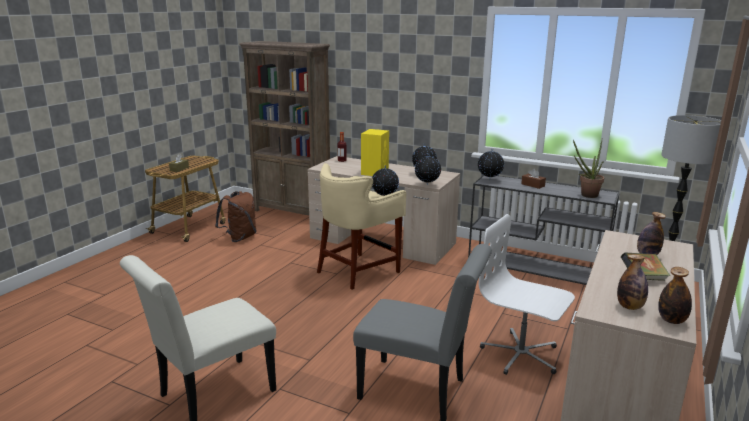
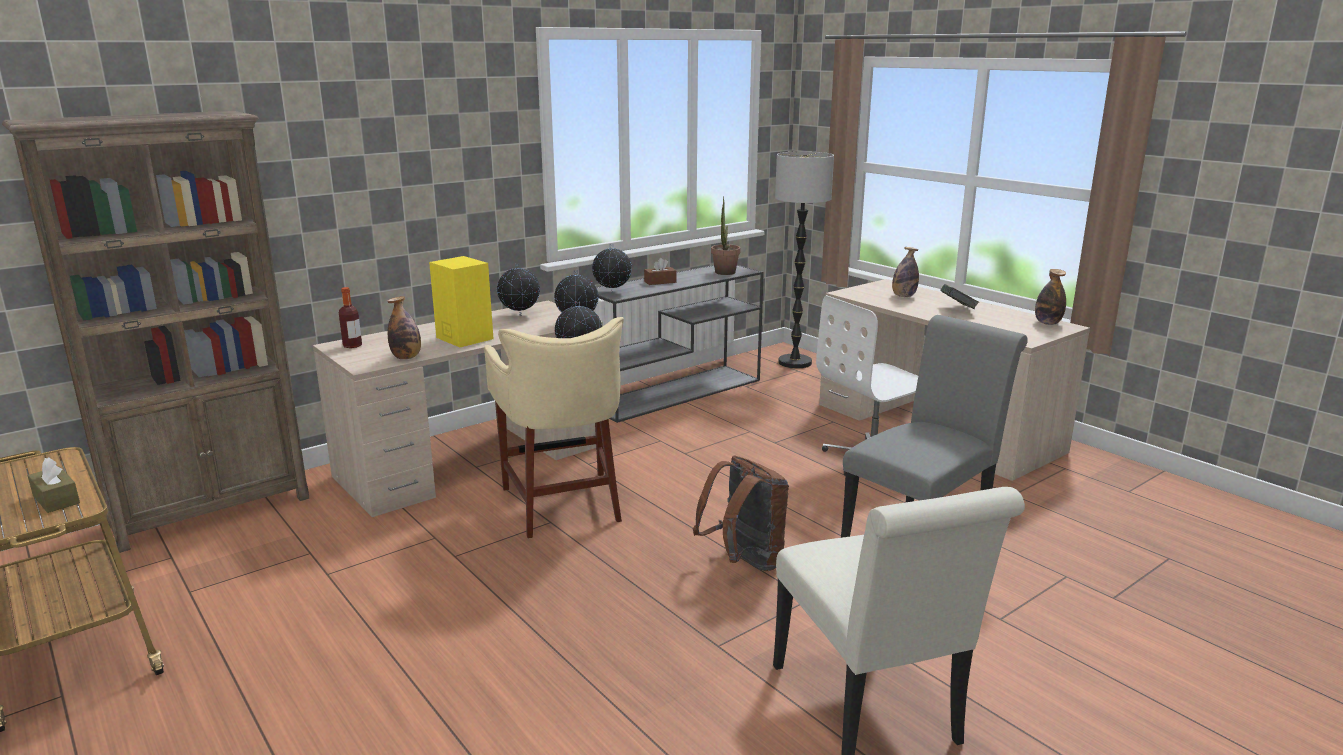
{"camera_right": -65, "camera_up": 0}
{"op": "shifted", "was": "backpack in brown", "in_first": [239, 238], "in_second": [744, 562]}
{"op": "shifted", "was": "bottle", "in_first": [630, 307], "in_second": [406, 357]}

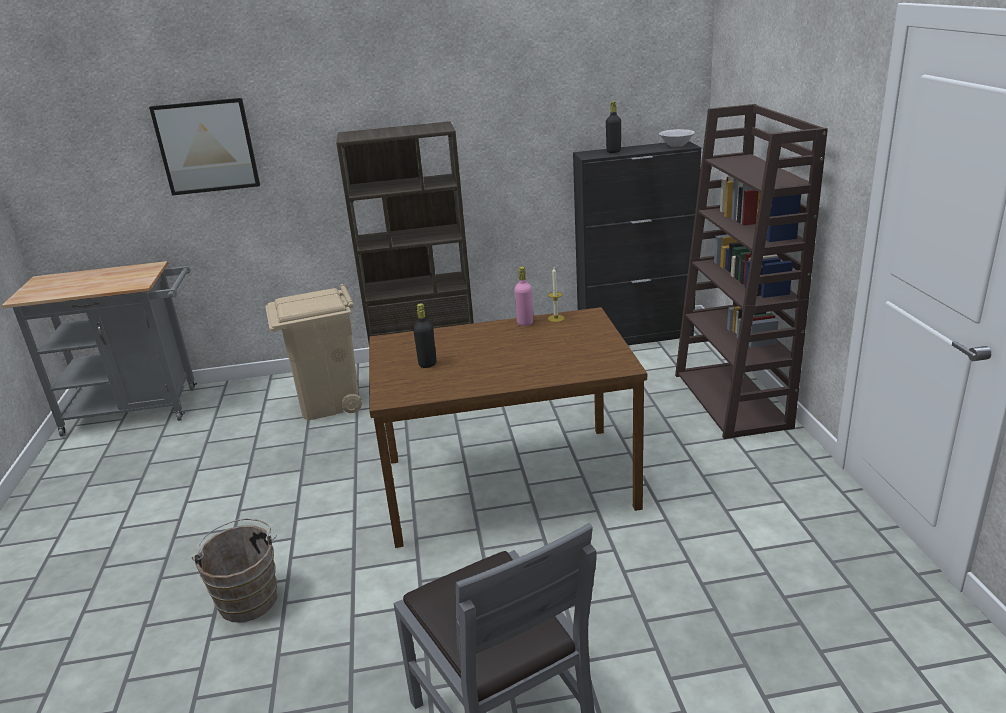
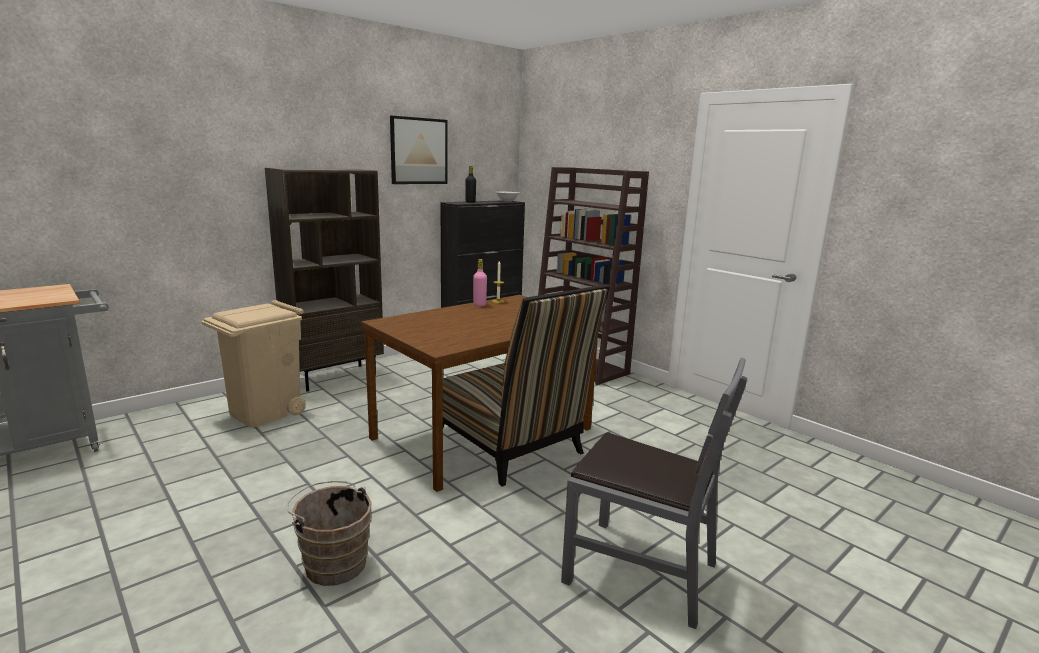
{"camera_right": -35, "camera_up": -10}
{"op": "gone", "was": "bottle in black", "in_first": [427, 364]}
{"op": "new", "now": "chair", "in_second": [512, 448]}
{"op": "shifted", "was": "picture", "in_first": [206, 146], "in_second": [419, 151]}

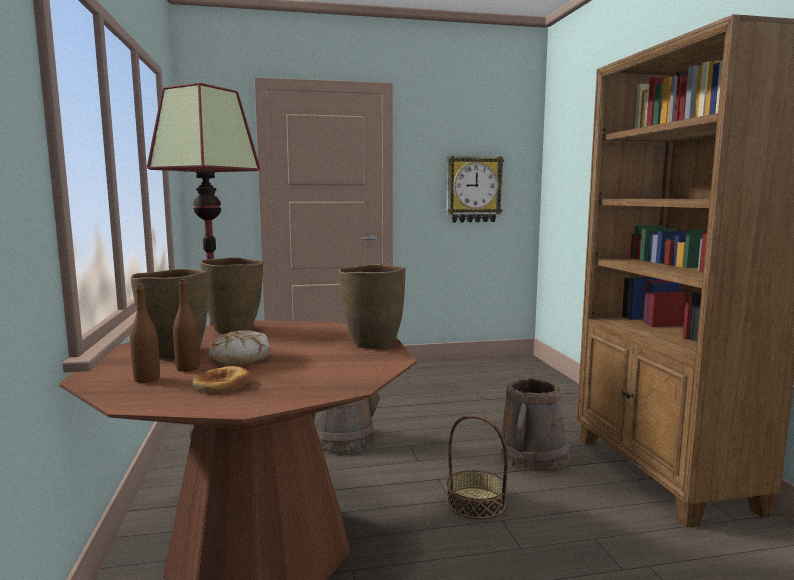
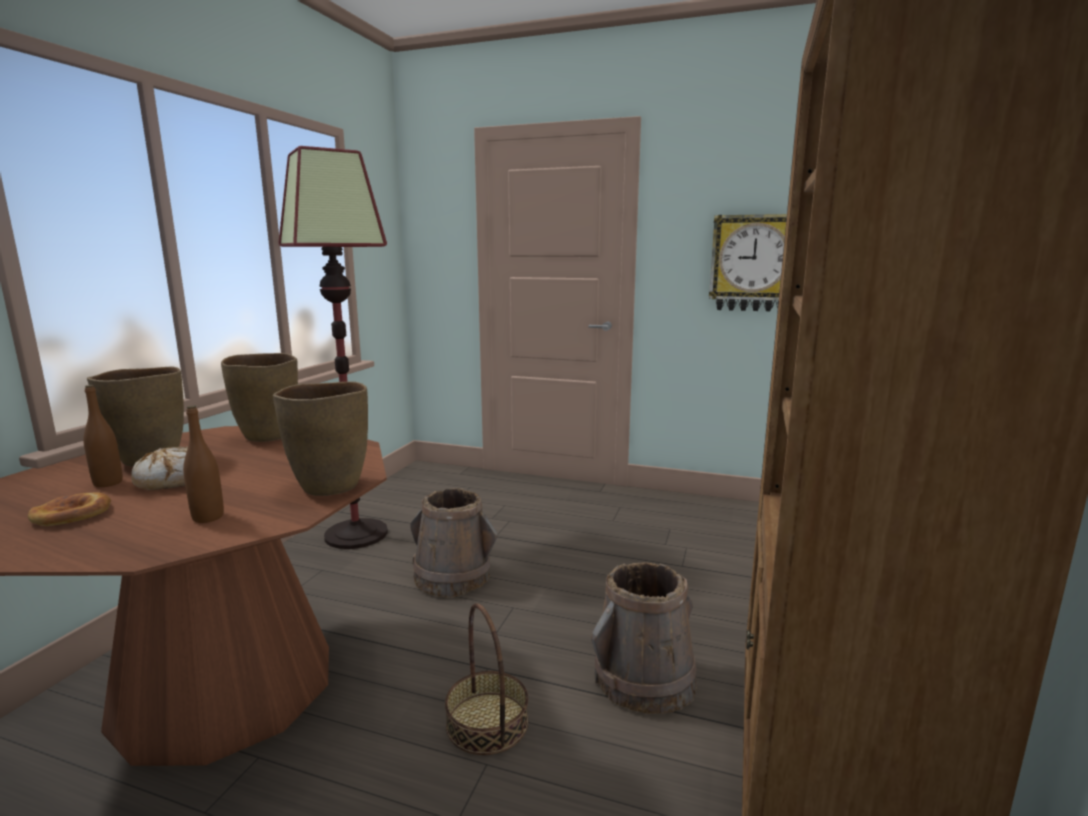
{"camera_right": 30, "camera_up": 5}
{"op": "shifted", "was": "bottle in brown", "in_first": [147, 379], "in_second": [208, 517]}

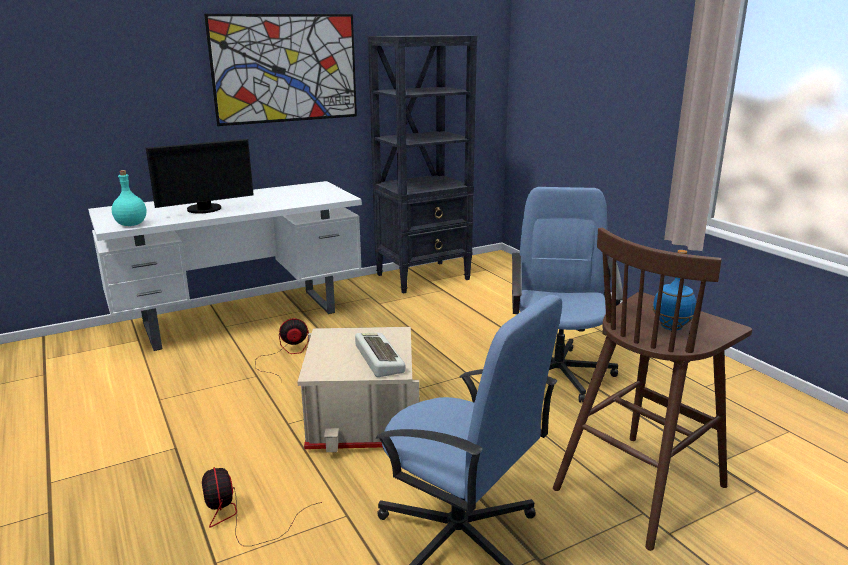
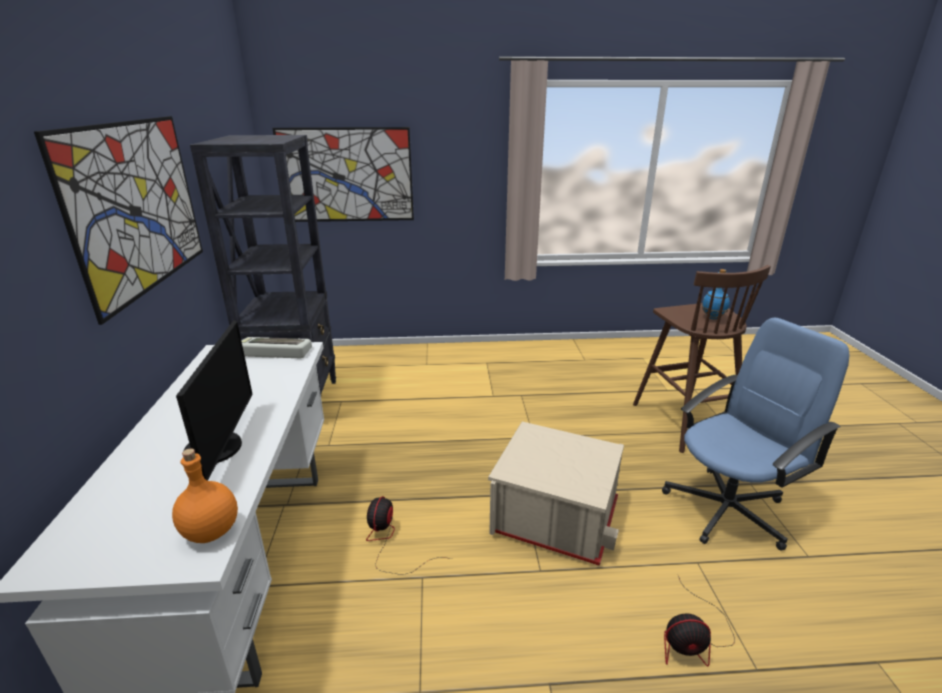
{"camera_right": -65, "camera_up": 5}
{"op": "gone", "was": "office chair in blue", "in_first": [558, 372]}
{"op": "new", "now": "picture", "in_second": [346, 175]}
{"op": "shifted", "was": "keyboard", "in_first": [377, 359], "in_second": [273, 352]}
{"op": "repainted", "was": "bottle in turquoise", "now": "bottle in orange", "in_first": [132, 224], "in_second": [211, 531]}

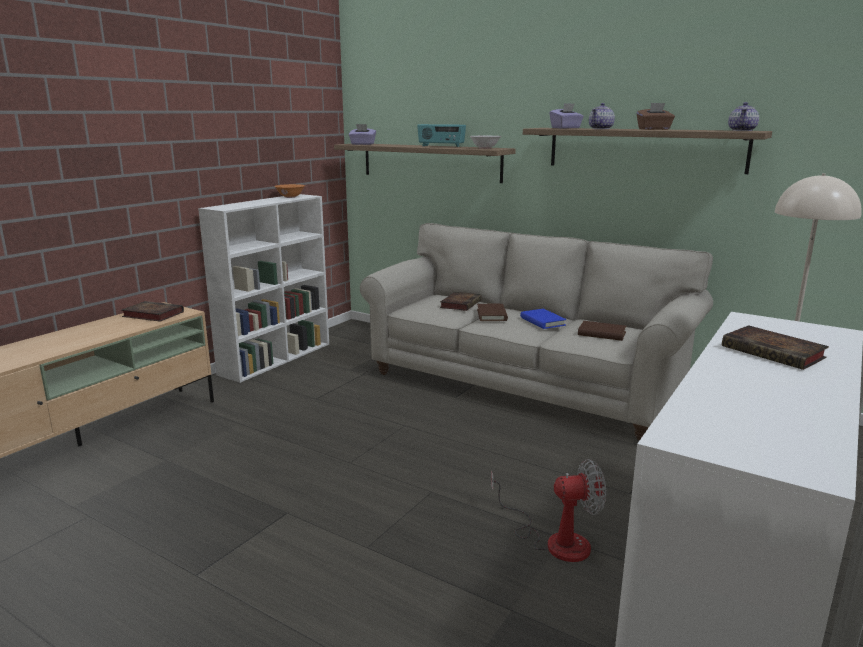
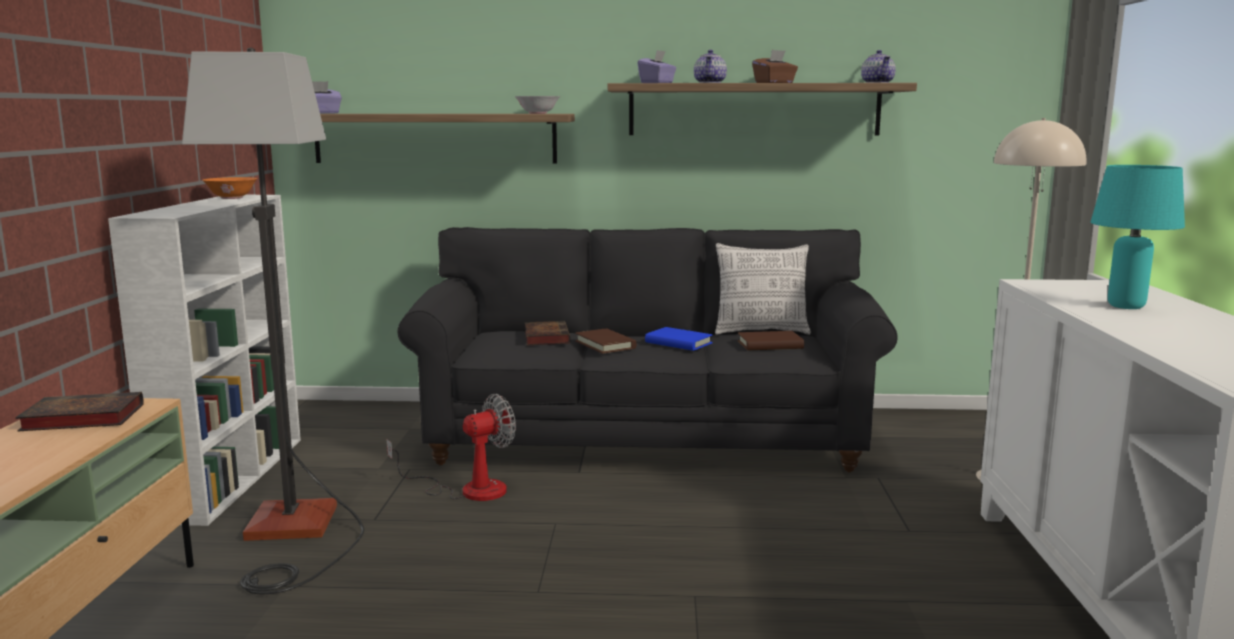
{"camera_right": -30, "camera_up": -5}
{"op": "gone", "was": "radio", "in_first": [441, 146]}
{"op": "new", "now": "floor lamp", "in_second": [294, 534]}
{"op": "new", "now": "pillow", "in_second": [761, 331]}
{"op": "shifted", "was": "fan", "in_first": [555, 540], "in_second": [468, 489]}
{"op": "swapped", "was": "book", "now": "table lamp in turquoise", "in_first": [775, 353], "in_second": [1126, 306]}
{"op": "repainted", "was": "sofa in beige", "now": "sofa in black", "in_first": [524, 383], "in_second": [645, 437]}

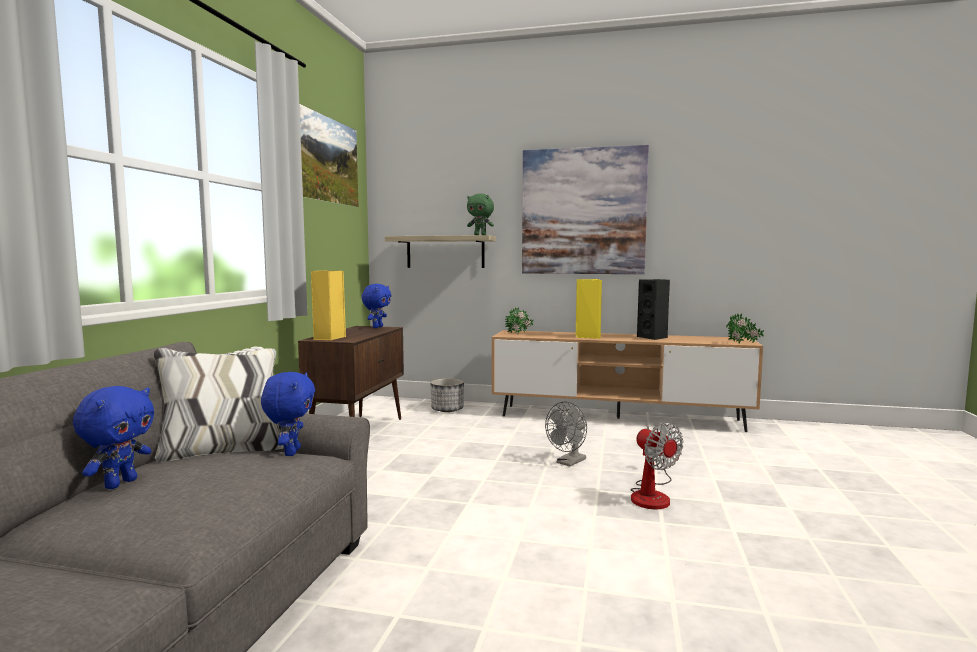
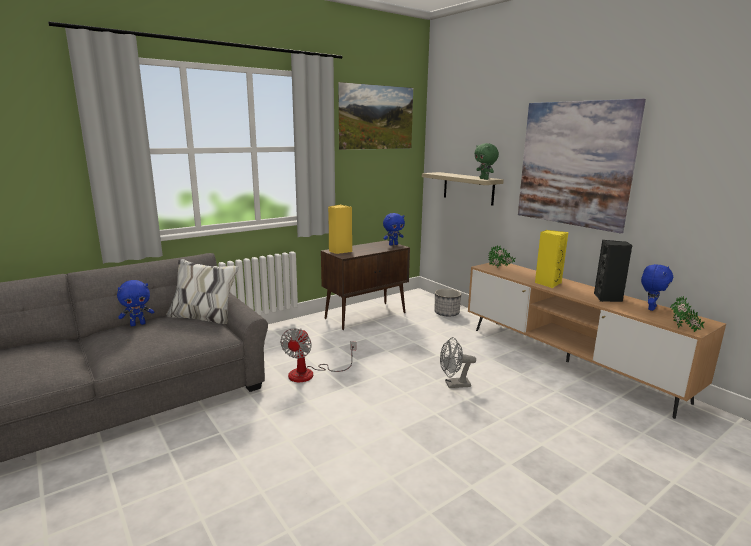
{"camera_right": 40, "camera_up": 10}
{"op": "shifted", "was": "plush toy in blue", "in_first": [290, 452], "in_second": [650, 308]}
{"op": "shifted", "was": "fan", "in_first": [652, 495], "in_second": [310, 374]}

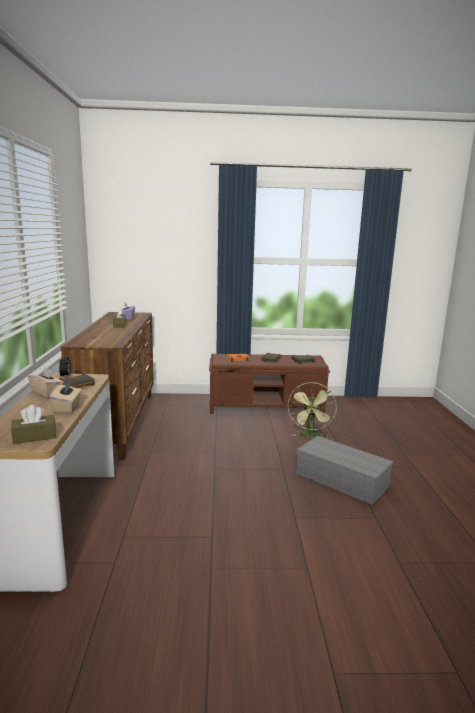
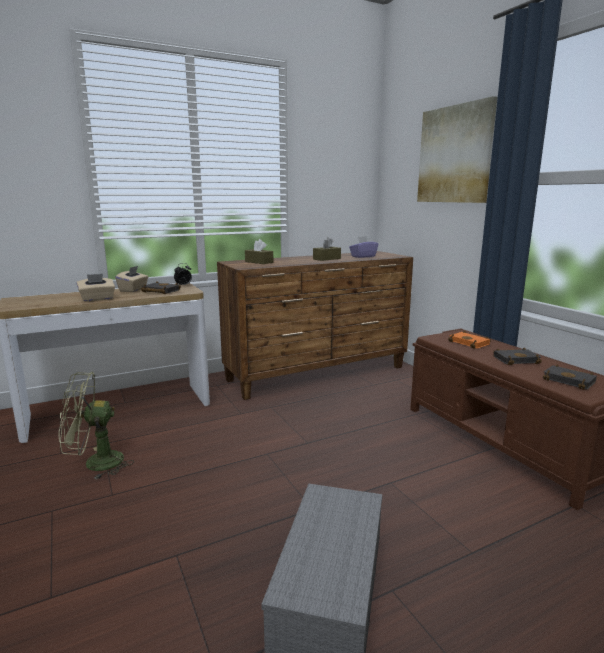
{"camera_right": 65, "camera_up": 0}
{"op": "new", "now": "picture", "in_second": [455, 155]}
{"op": "shifted", "was": "tissue box in brown", "in_first": [34, 436], "in_second": [259, 262]}
{"op": "shifted", "was": "fan in green", "in_first": [310, 436], "in_second": [95, 464]}

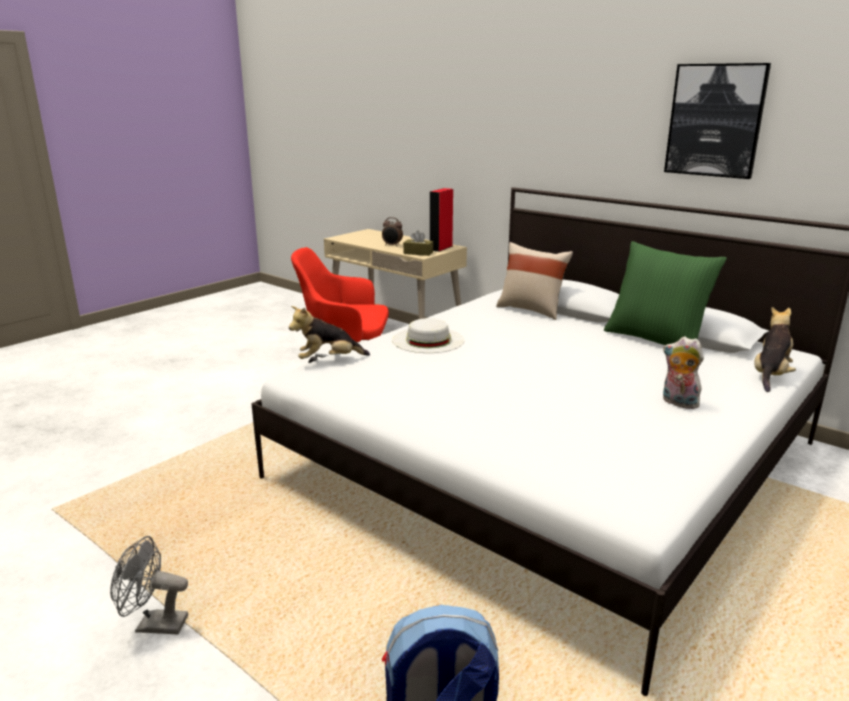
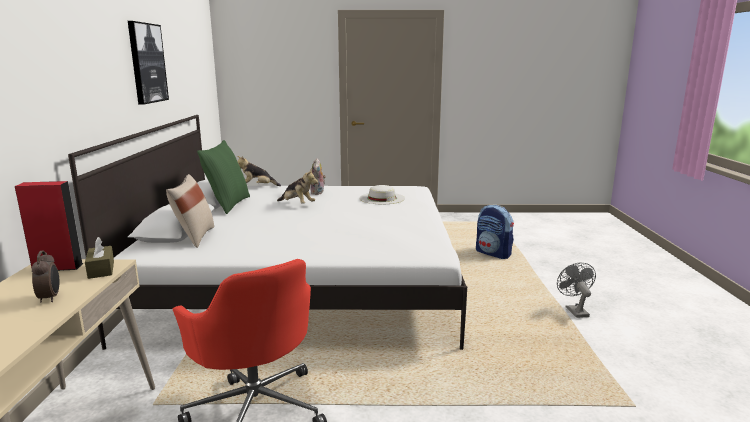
{"camera_right": -130, "camera_up": -5}
{"op": "shifted", "was": "plush toy", "in_first": [328, 360], "in_second": [297, 204]}
{"op": "shifted", "was": "hat in white", "in_first": [428, 340], "in_second": [382, 198]}
{"op": "rotated", "was": "fan in grey", "in_first": [154, 625], "in_second": [574, 310], "clockwise": -150}

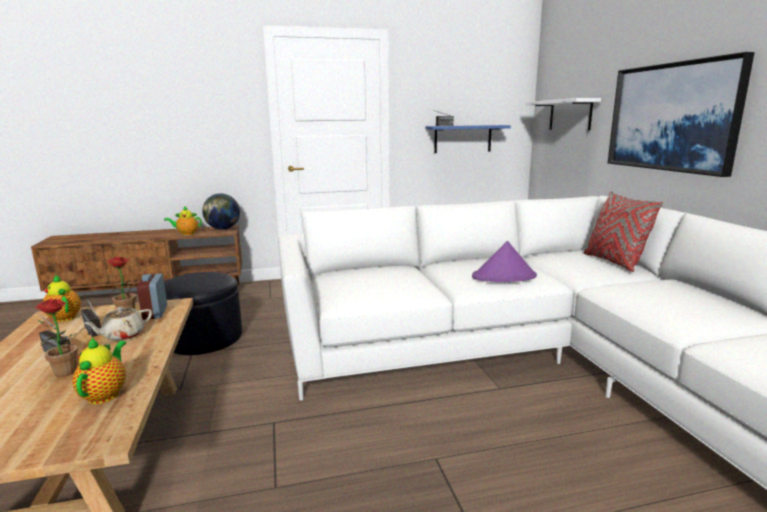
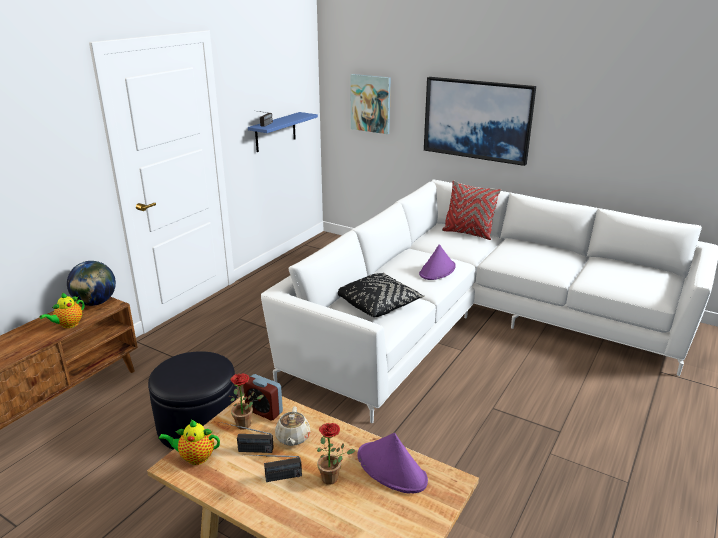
{"camera_right": -45, "camera_up": 10}
{"op": "new", "now": "pillow in black", "in_second": [378, 304]}
{"op": "swapped", "was": "teapot", "now": "hat in purple", "in_first": [105, 394], "in_second": [392, 468]}
{"op": "swapped", "was": "shelf in white", "now": "picture", "in_first": [570, 115], "in_second": [371, 103]}

